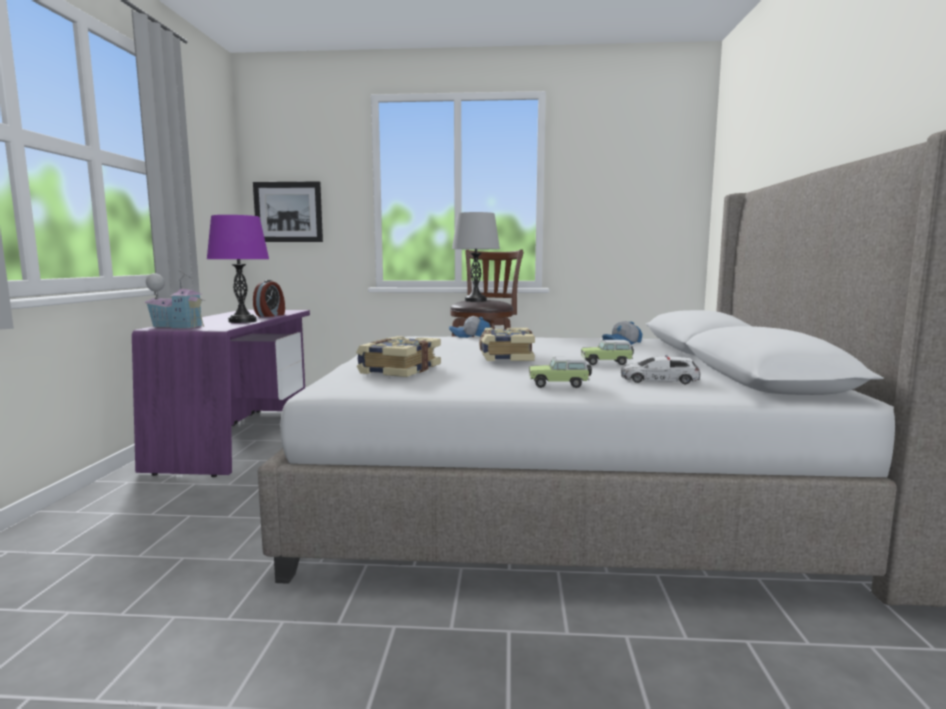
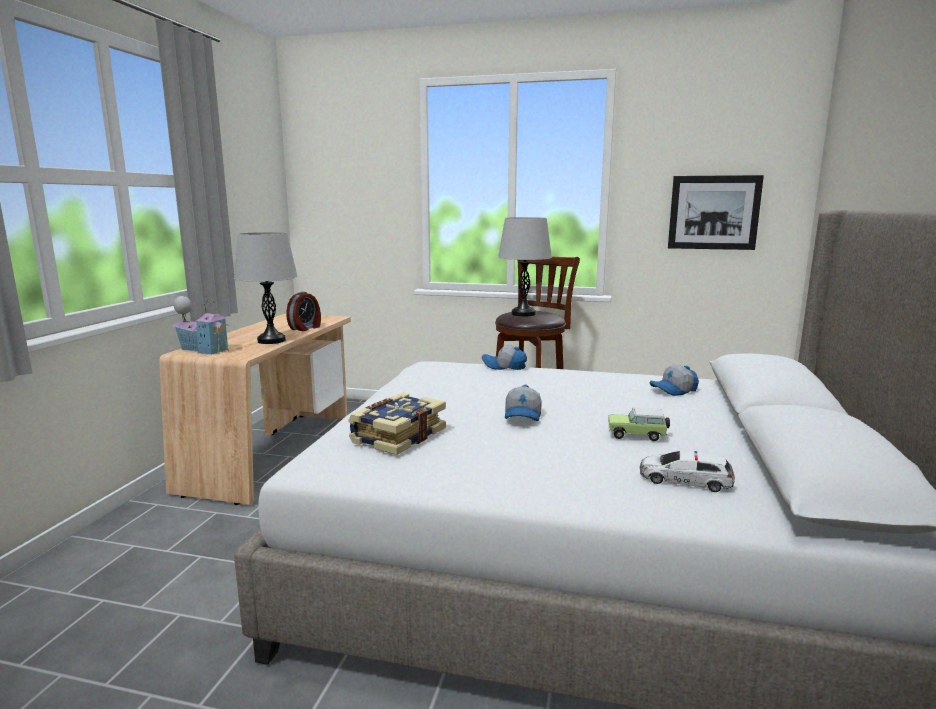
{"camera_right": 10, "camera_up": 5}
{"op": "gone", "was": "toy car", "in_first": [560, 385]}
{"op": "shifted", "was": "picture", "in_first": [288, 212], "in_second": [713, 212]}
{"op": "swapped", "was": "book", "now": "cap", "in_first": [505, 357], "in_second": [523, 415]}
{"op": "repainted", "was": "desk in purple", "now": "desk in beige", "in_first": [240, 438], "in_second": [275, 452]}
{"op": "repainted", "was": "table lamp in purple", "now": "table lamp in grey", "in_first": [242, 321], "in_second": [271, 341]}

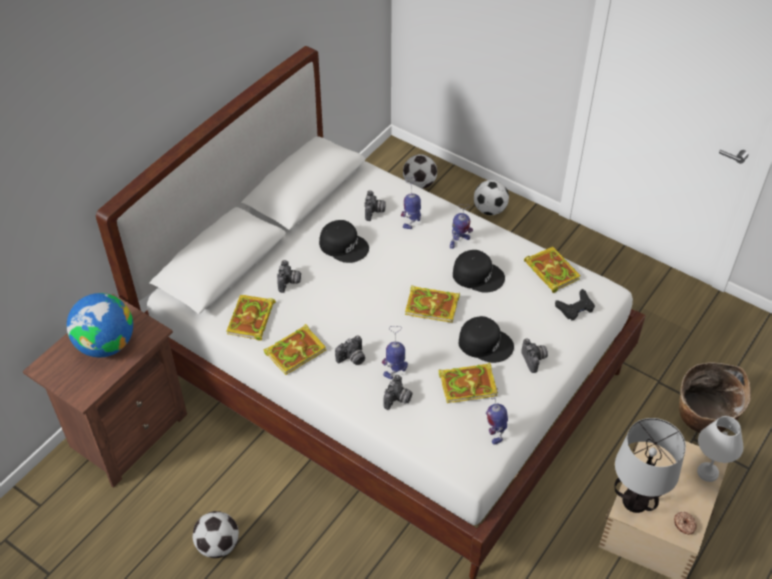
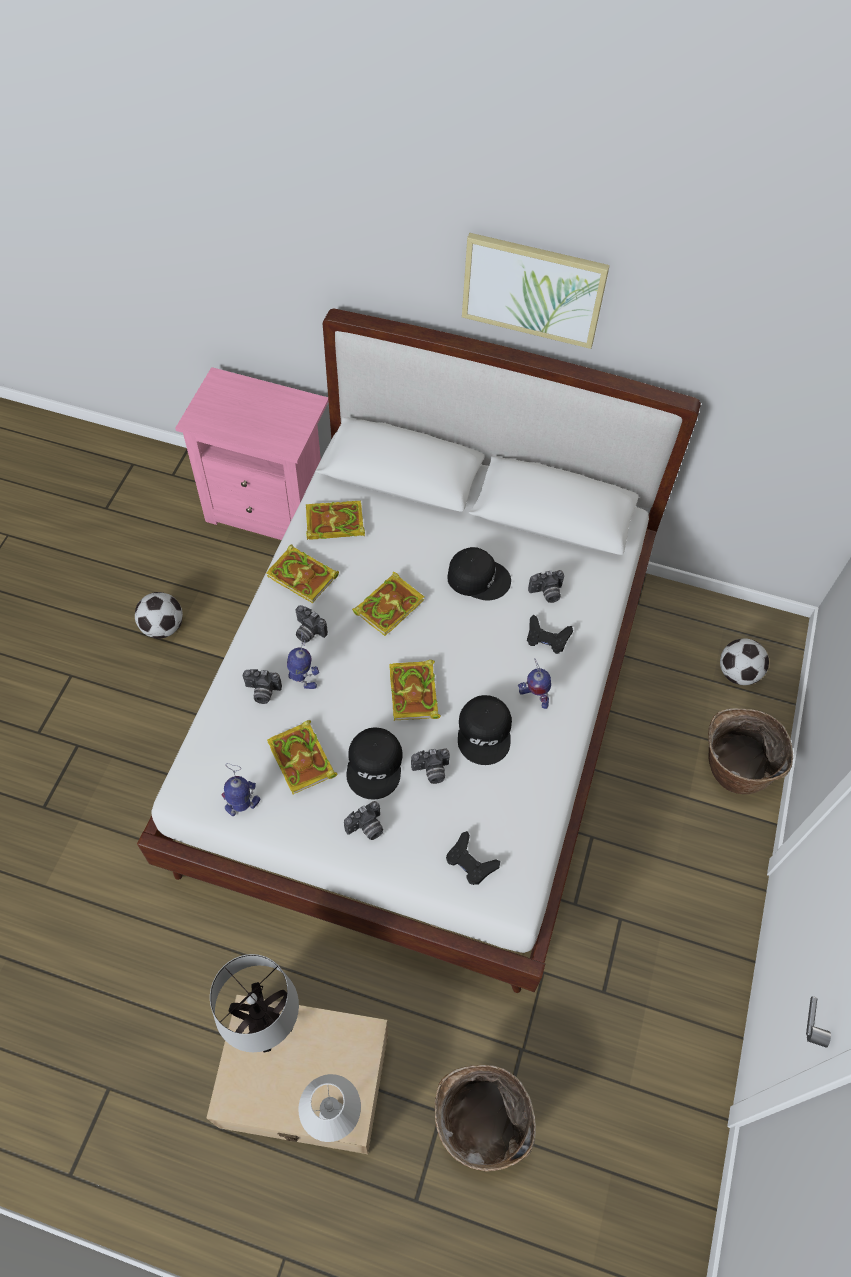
{"camera_right": 70, "camera_up": 10}
{"op": "gone", "was": "globe", "in_first": [106, 345]}
{"op": "gone", "was": "donut", "in_first": [684, 525]}
{"op": "new", "now": "picture", "in_second": [533, 289]}
{"op": "shifted", "was": "photo camera", "in_first": [289, 282], "in_second": [431, 771]}
{"op": "shifted", "was": "book", "in_first": [550, 270], "in_second": [389, 605]}
{"op": "swapped", "was": "toy robot", "now": "game controller in black", "in_first": [412, 221], "in_second": [547, 637]}
{"op": "swapped", "was": "football", "now": "basket", "in_first": [489, 210], "in_second": [733, 767]}
{"op": "repainted", "was": "nightstand in brown", "now": "nightstand in pink", "in_first": [126, 431], "in_second": [270, 508]}
{"op": "rotated", "was": "cap in black", "in_first": [344, 245], "in_second": [478, 577], "clockwise": -90}

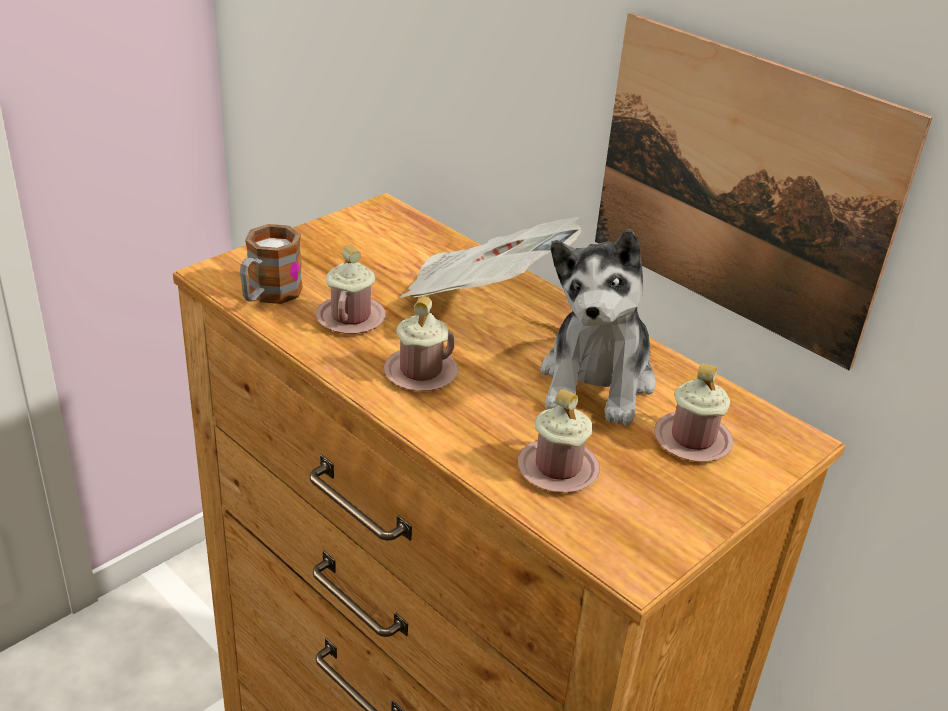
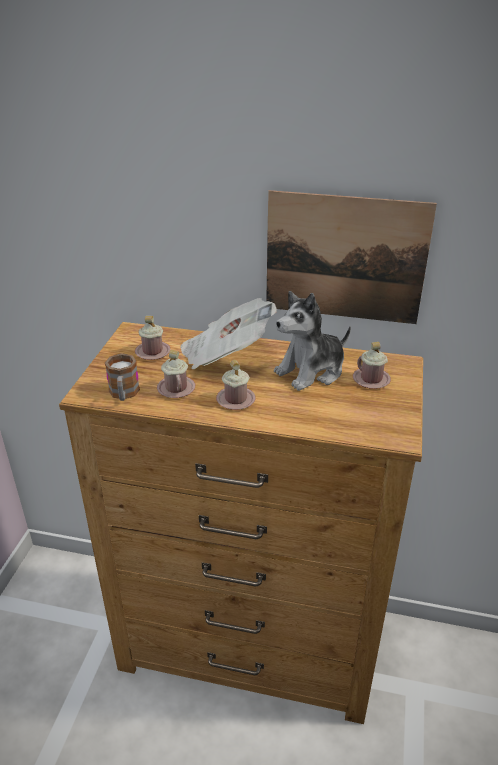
{"camera_right": -30, "camera_up": 0}
{"op": "shifted", "was": "mug in pink", "in_first": [558, 468], "in_second": [152, 352]}
{"op": "rotated", "was": "plush toy", "in_first": [597, 381], "in_second": [311, 371], "clockwise": 75}

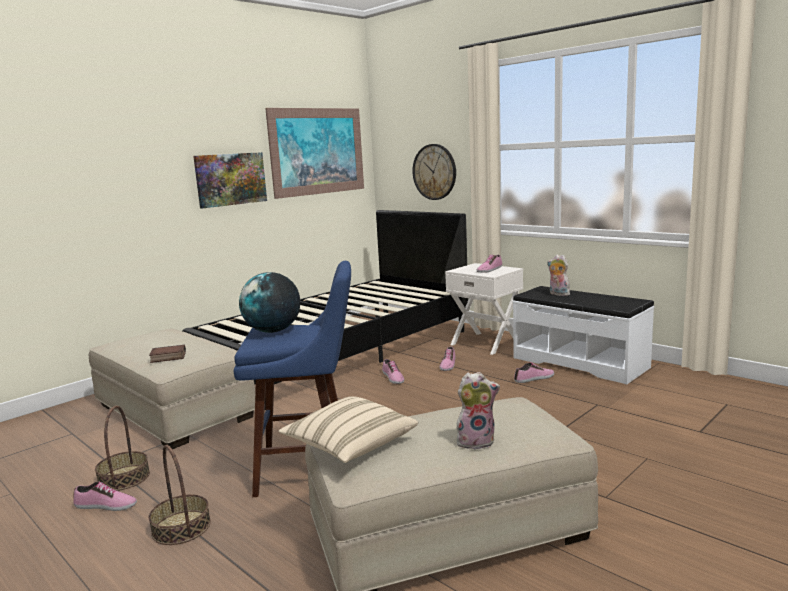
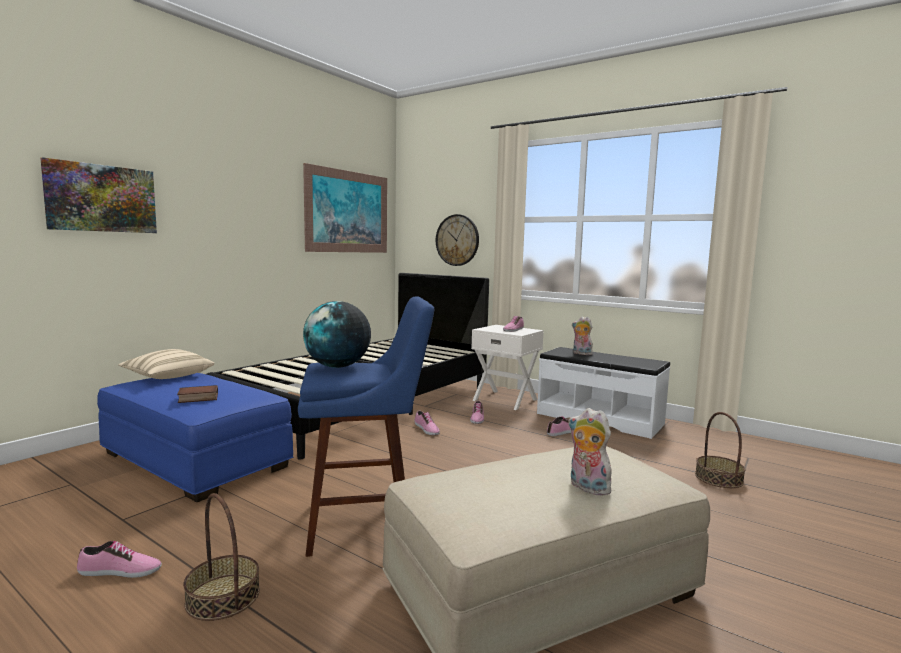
{"camera_right": -10, "camera_up": -5}
{"op": "shifted", "was": "basket", "in_first": [124, 478], "in_second": [718, 478]}
{"op": "shifted", "was": "picture", "in_first": [230, 179], "in_second": [102, 198]}
{"op": "shifted", "was": "pillow in beige", "in_first": [350, 446], "in_second": [167, 377]}
{"op": "repainted", "was": "ottoman in beige", "now": "ottoman in blue", "in_first": [174, 410], "in_second": [195, 459]}
{"op": "rotated", "was": "plush toy", "in_first": [476, 441], "in_second": [587, 488], "clockwise": -120}

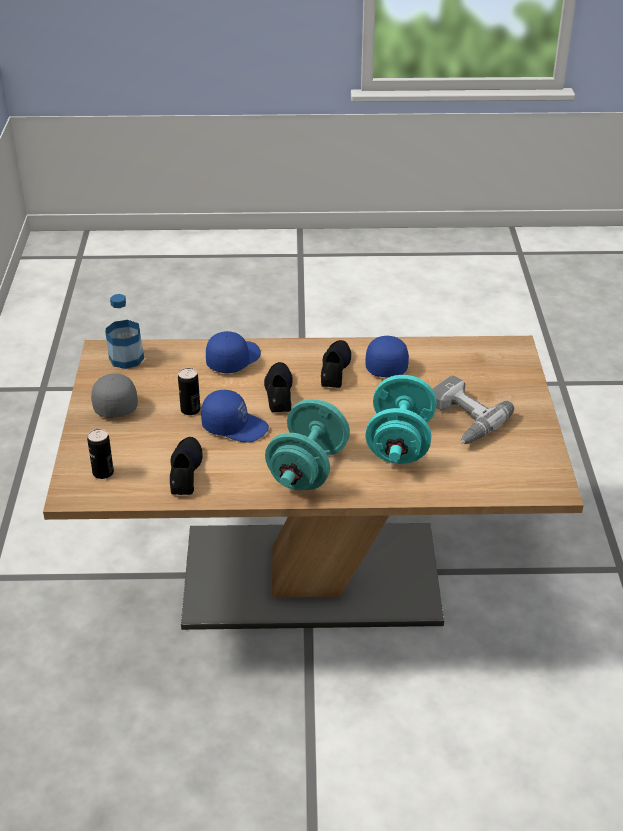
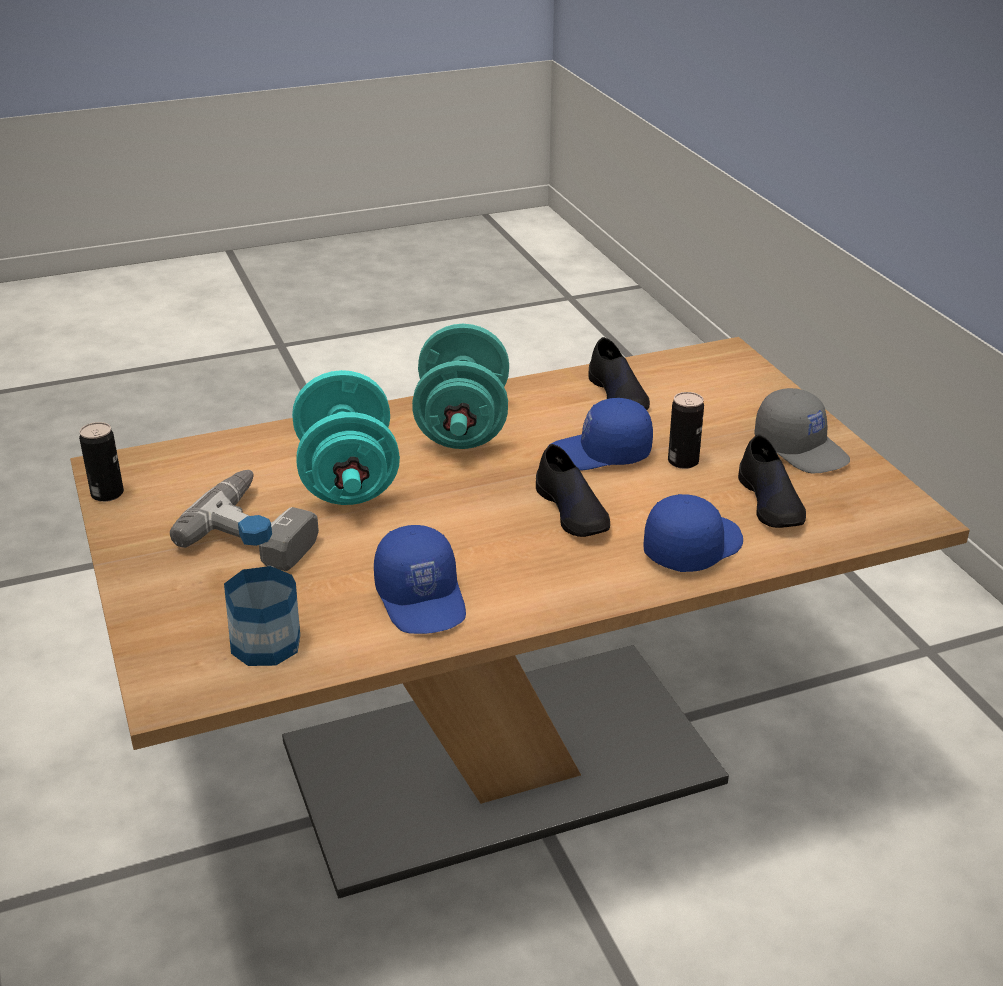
{"camera_right": 160, "camera_up": -5}
{"op": "shifted", "was": "can", "in_first": [103, 472], "in_second": [107, 494]}
{"op": "shifted", "was": "bottle", "in_first": [126, 358], "in_second": [266, 644]}
{"op": "shifted", "was": "shoe in black", "in_first": [334, 369], "in_second": [771, 502]}
{"op": "rotated", "was": "cap in blue", "in_first": [233, 359], "in_second": [692, 547], "clockwise": -150}

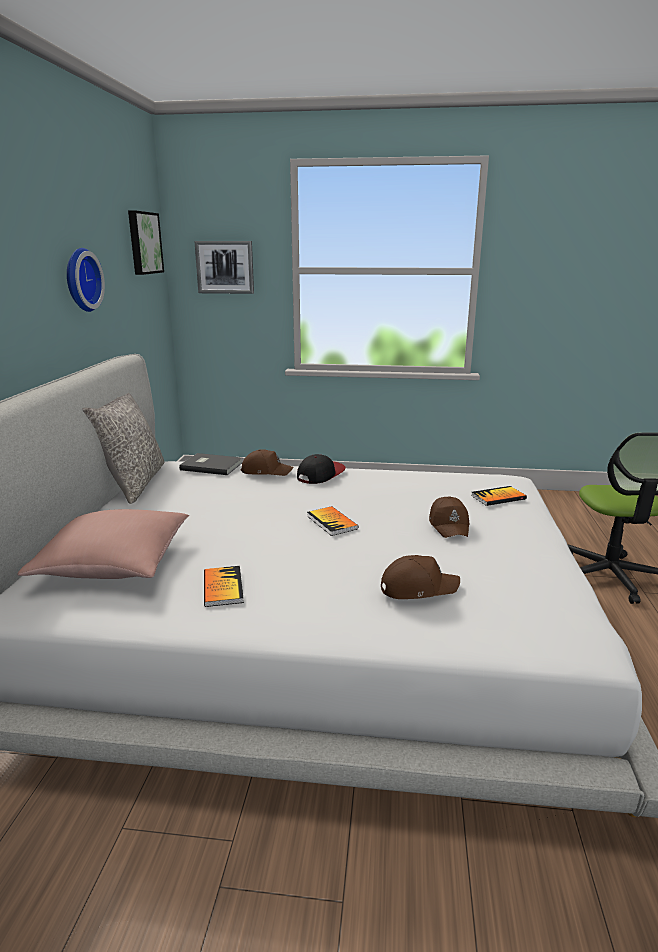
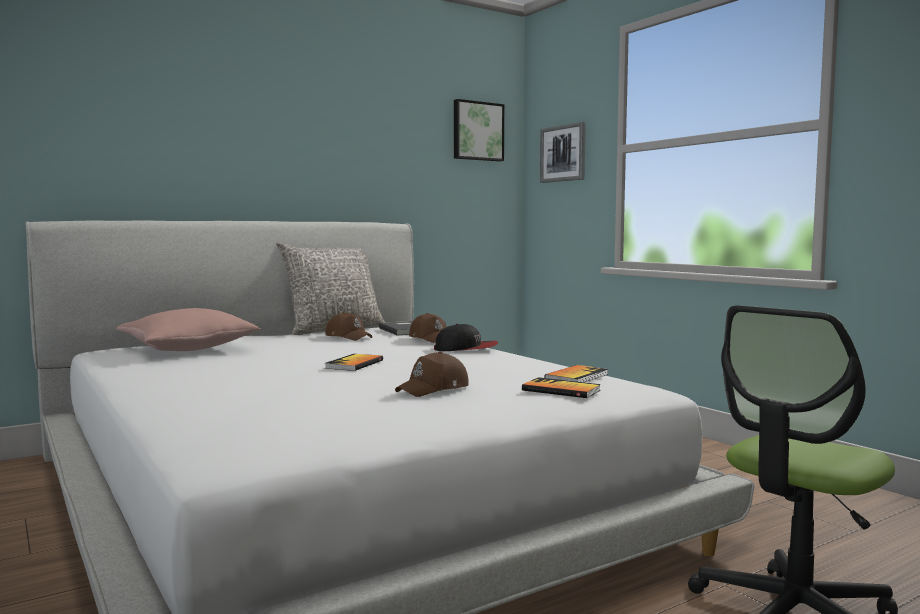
{"camera_right": 50, "camera_up": -15}
{"op": "gone", "was": "wall clock", "in_first": [80, 280]}
{"op": "shifted", "was": "book", "in_first": [223, 587], "in_second": [576, 377]}
{"op": "shifted", "was": "cap in brown", "in_first": [418, 587], "in_second": [348, 337]}

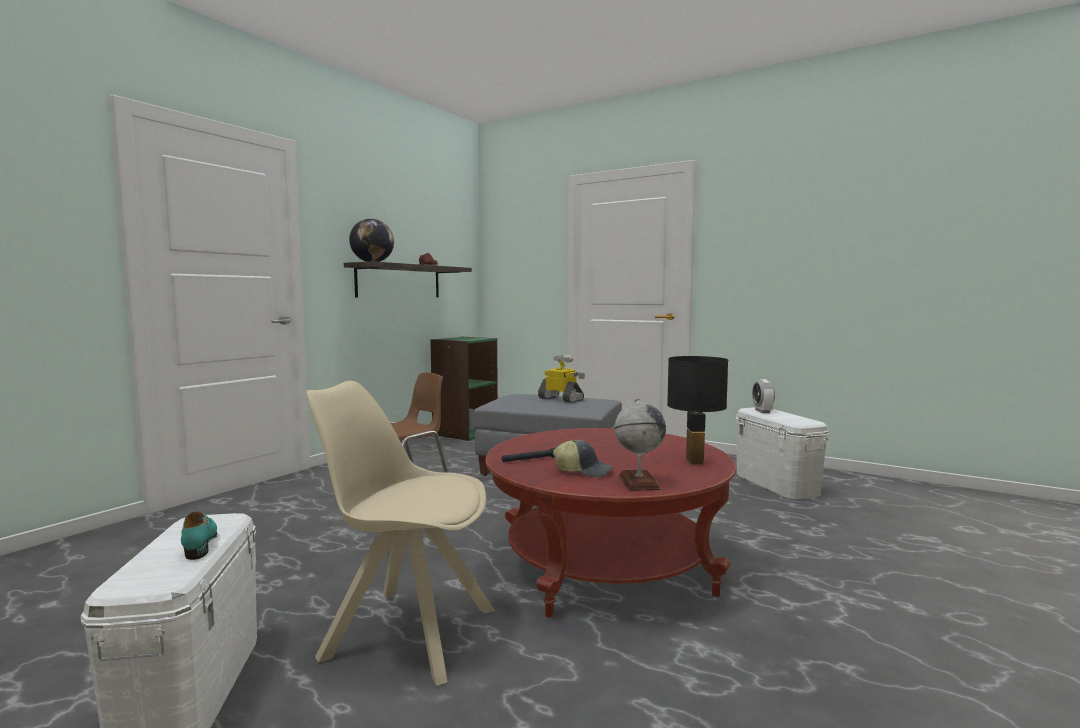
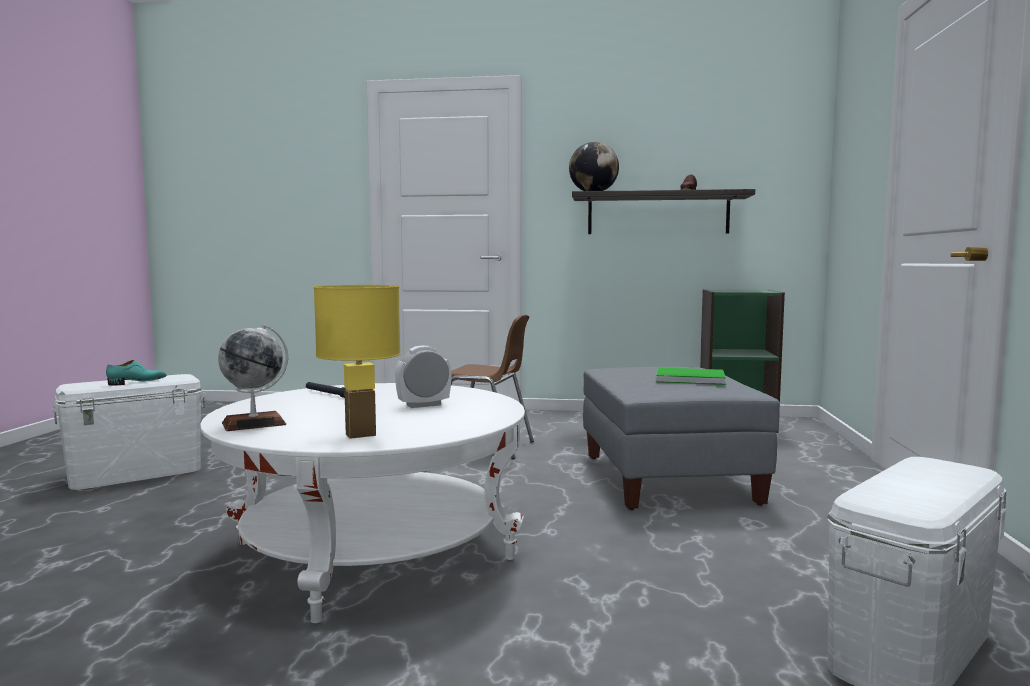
{"camera_right": 65, "camera_up": 0}
{"op": "gone", "was": "chair in beige", "in_first": [406, 632]}
{"op": "gone", "was": "cap", "in_first": [584, 471]}
{"op": "shifted", "was": "alarm clock", "in_first": [762, 411], "in_second": [423, 405]}
{"op": "swapped", "was": "toy robot", "now": "book in green", "in_first": [561, 399], "in_second": [688, 378]}
{"op": "repainted", "was": "coffee table in red", "now": "coffee table in white", "in_first": [606, 565], "in_second": [373, 550]}
{"op": "repainted", "was": "table lamp in black", "now": "table lamp in yellow", "in_first": [695, 462], "in_second": [360, 435]}

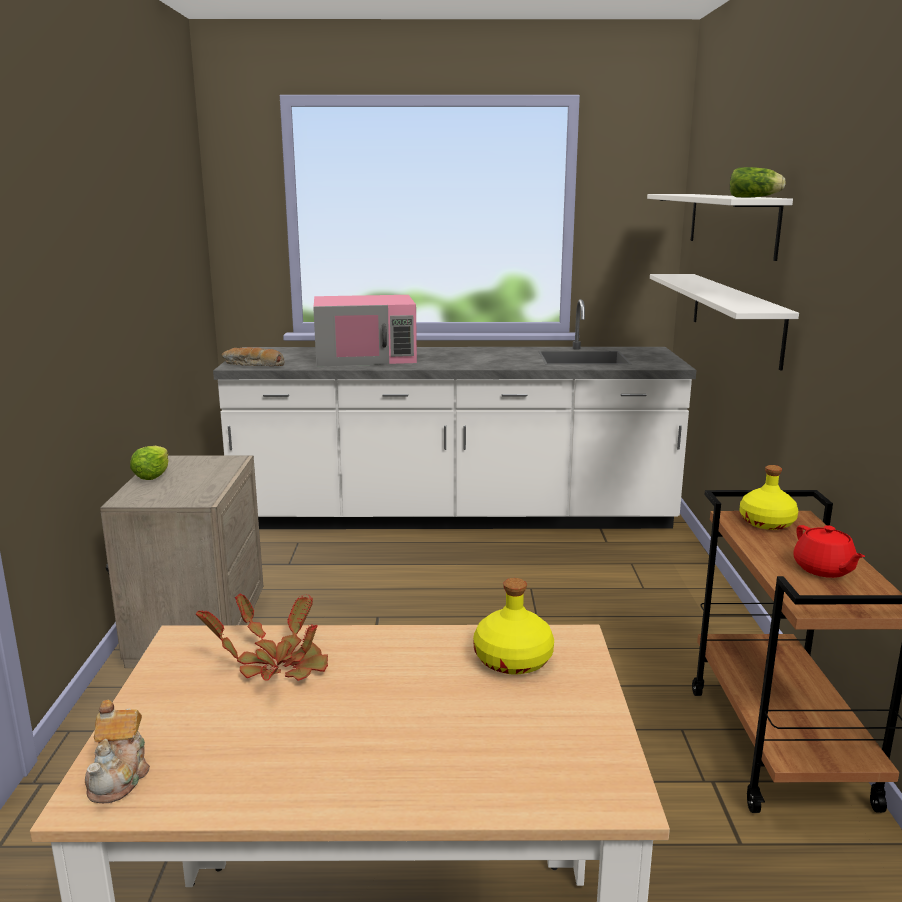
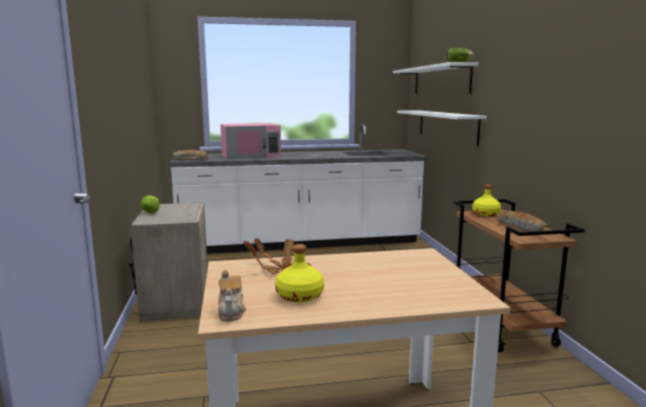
{"camera_right": -10, "camera_up": -5}
{"op": "shifted", "was": "bottle in yellow", "in_first": [512, 660], "in_second": [299, 296]}
{"op": "swapped", "was": "teapot in red", "now": "bread", "in_first": [824, 570], "in_second": [521, 227]}

